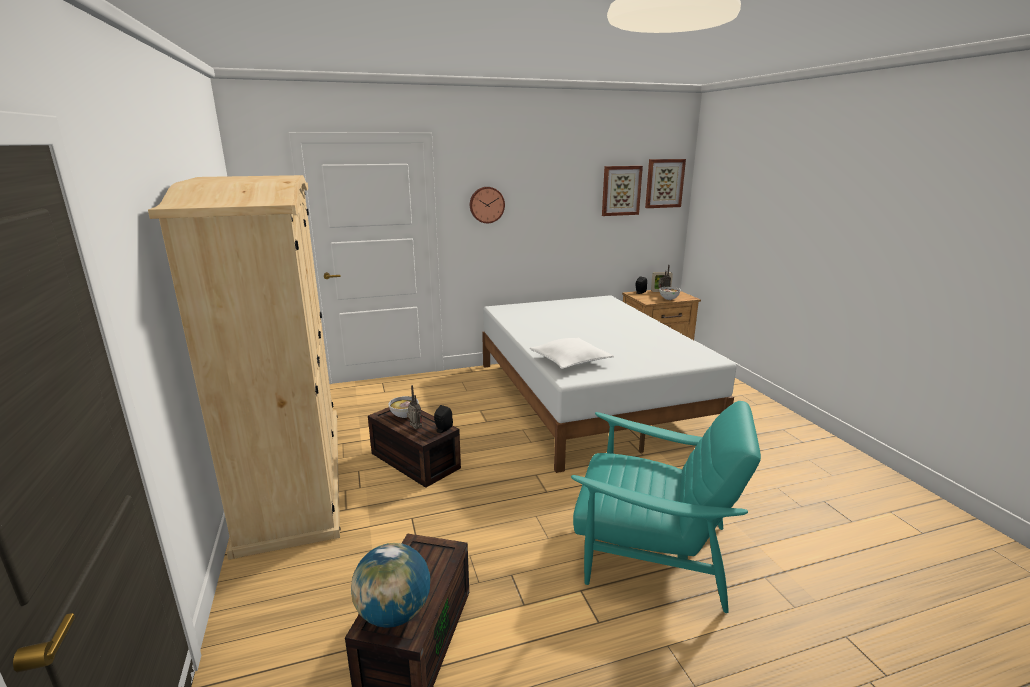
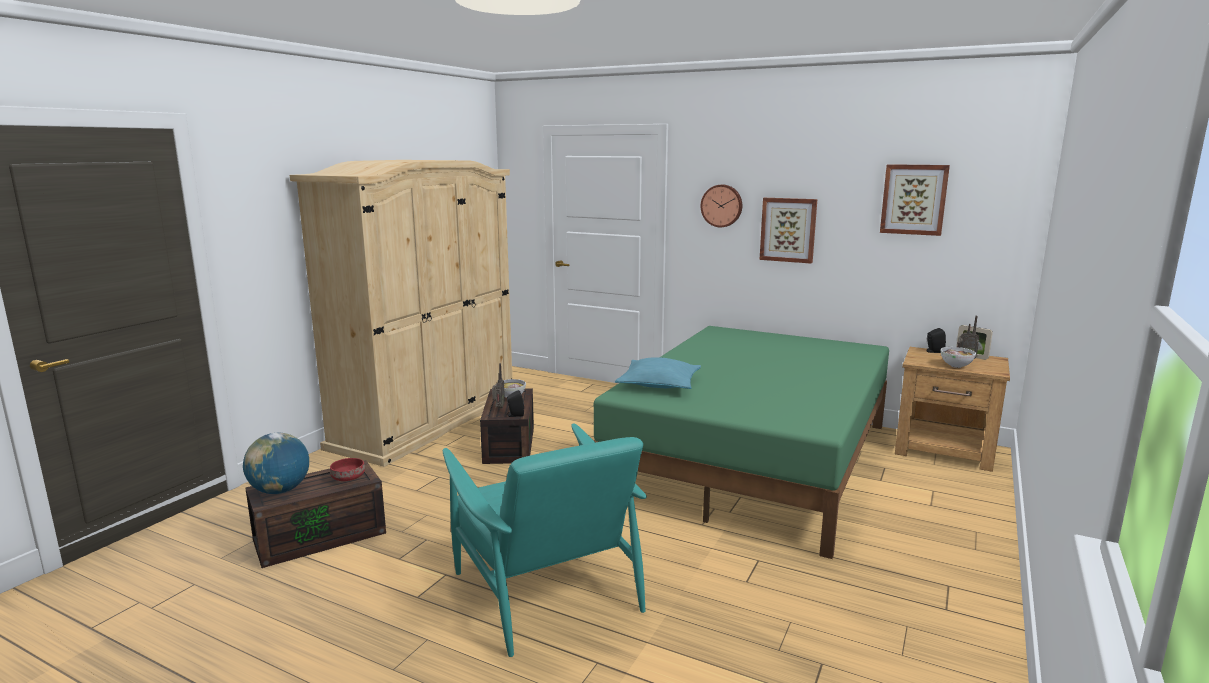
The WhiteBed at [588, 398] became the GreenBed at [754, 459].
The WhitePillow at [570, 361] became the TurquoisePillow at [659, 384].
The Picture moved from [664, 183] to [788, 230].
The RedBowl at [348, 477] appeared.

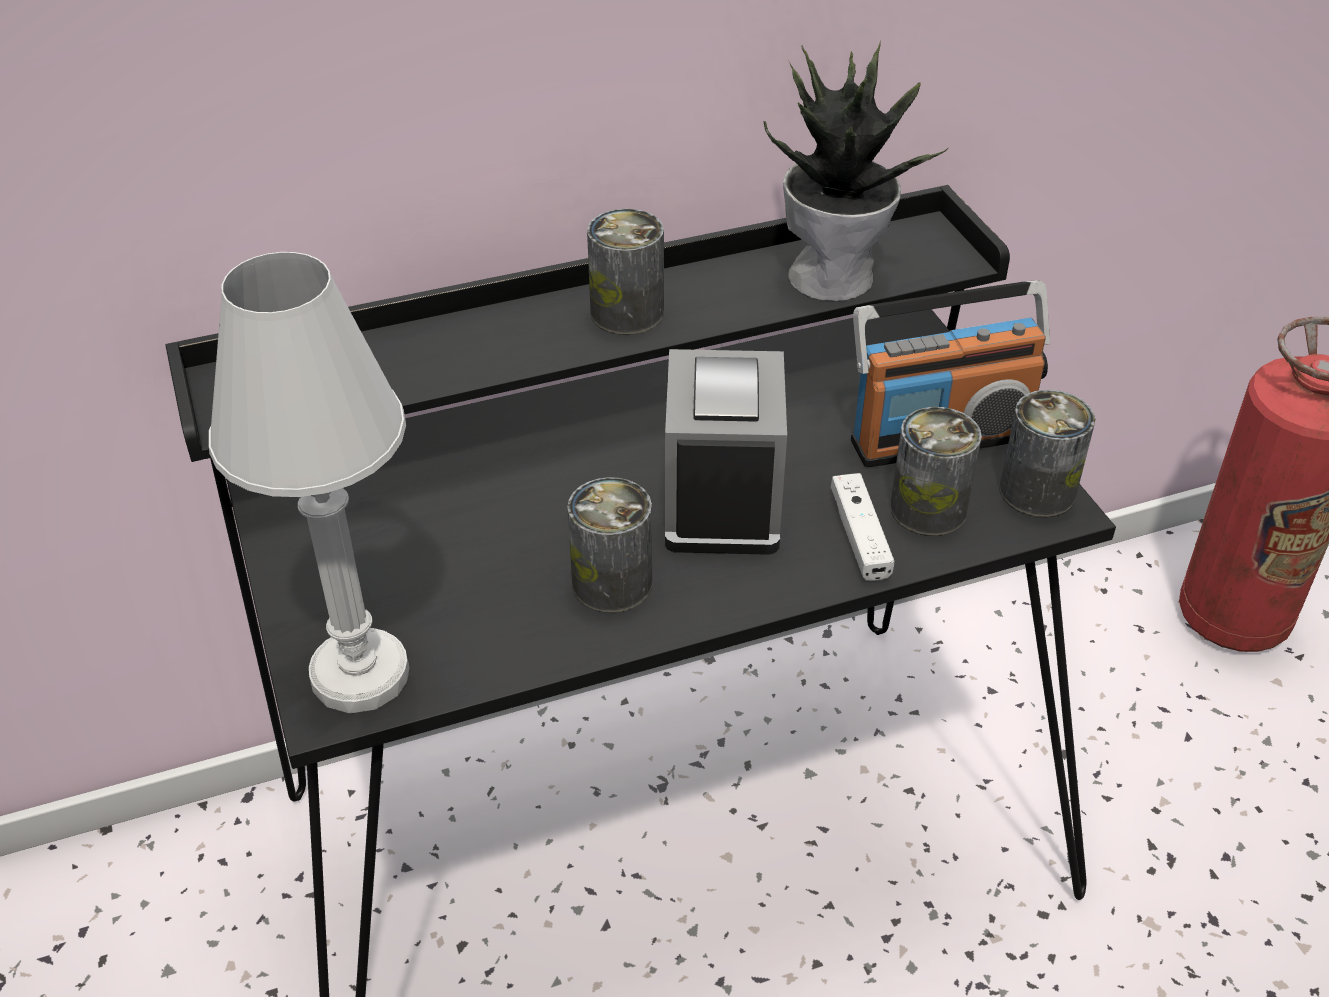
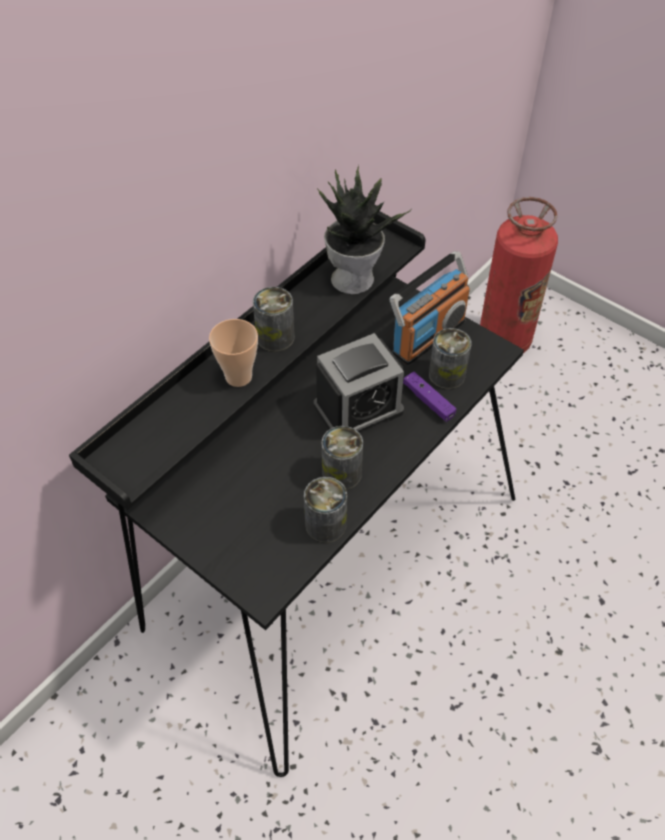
The WhiteTableLamp at [360, 675] disappeared.
The AlarmClock at [722, 498] turned 90 degrees counterclockwise.
The WhiteGameController at [860, 536] became the PurpleGameController at [428, 401].
The Can moved from [1037, 491] to [325, 524].
The Cup at [238, 376] appeared.

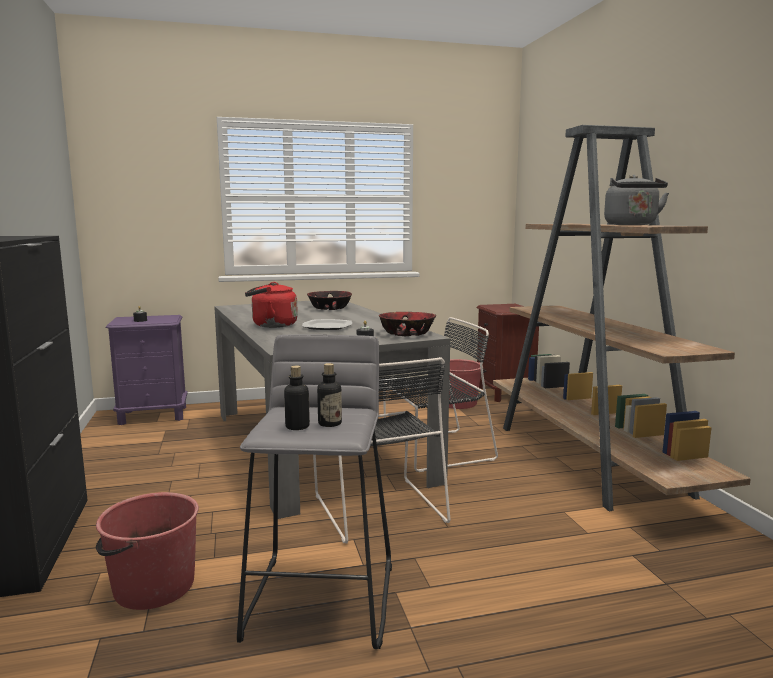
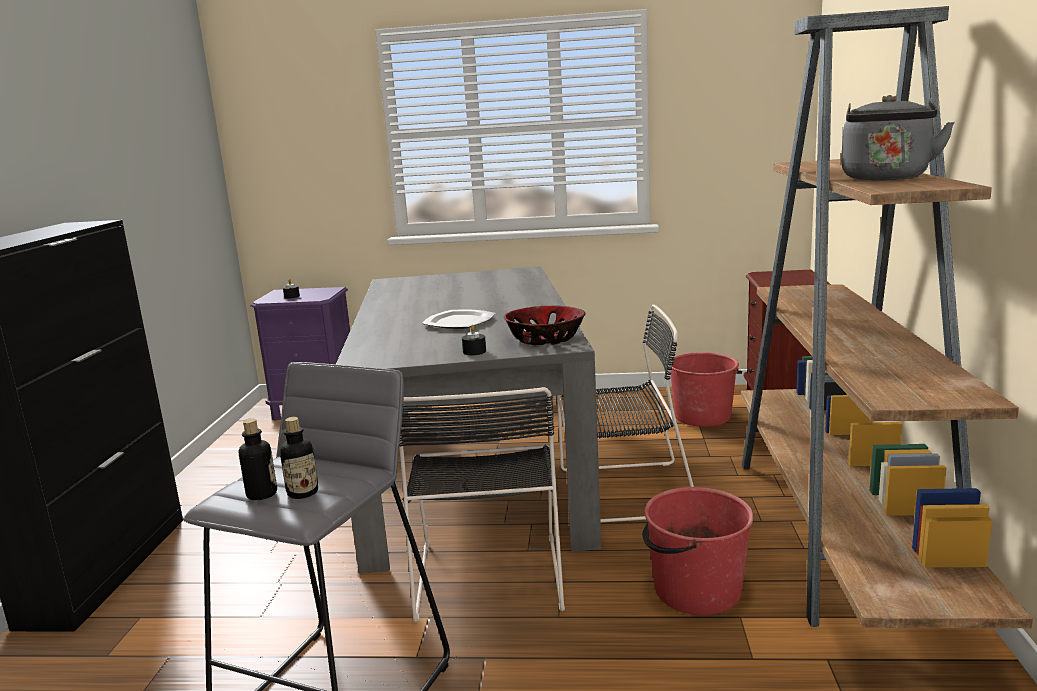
The RedBucket moved from [153, 587] to [695, 590].
The RedKettle at [271, 325] disappeared.
The Bowl at [330, 308] disappeared.

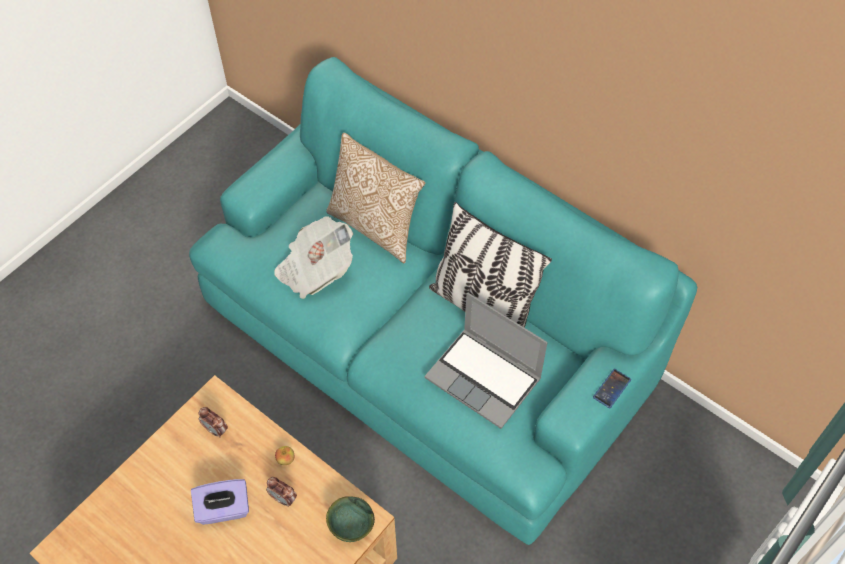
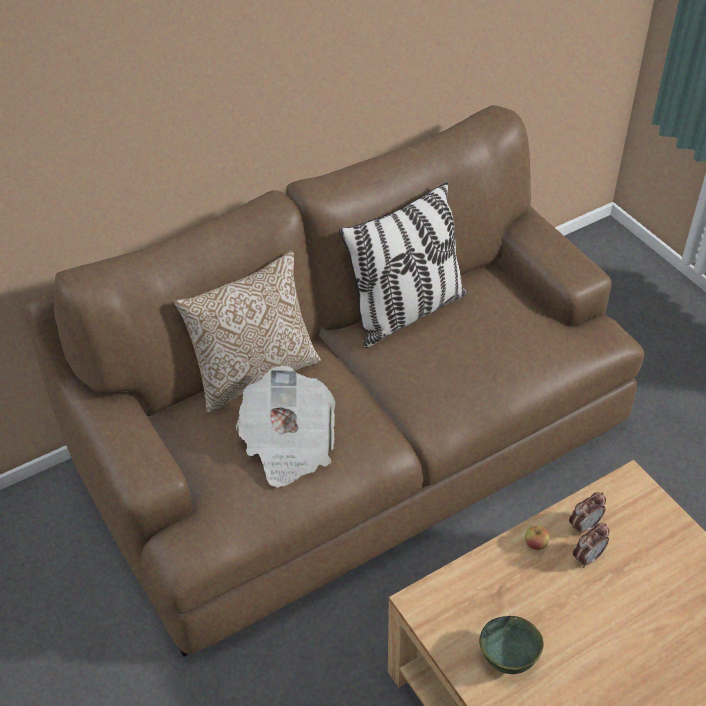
The TurquoiseSofa at [424, 344] became the BrownSofa at [354, 445].
The PurpleTissueBox at [223, 509] disappeared.
The AlarmClock moved from [216, 430] to [584, 526].
The GreenBowl moved from [350, 527] to [507, 659].
The Laptop at [485, 378] disappeared.
The Phone at [611, 388] disappeared.

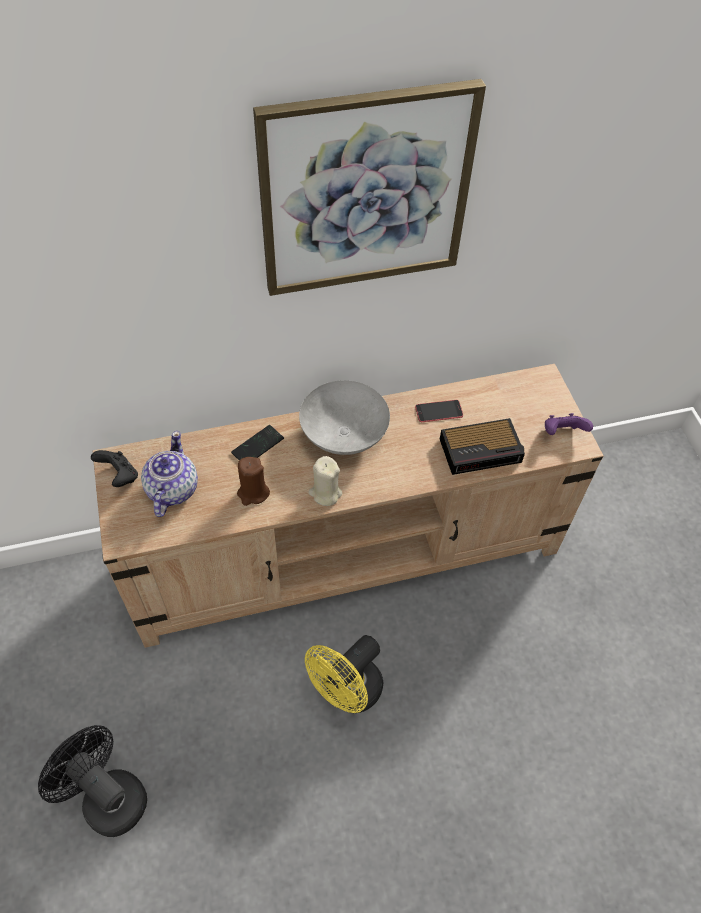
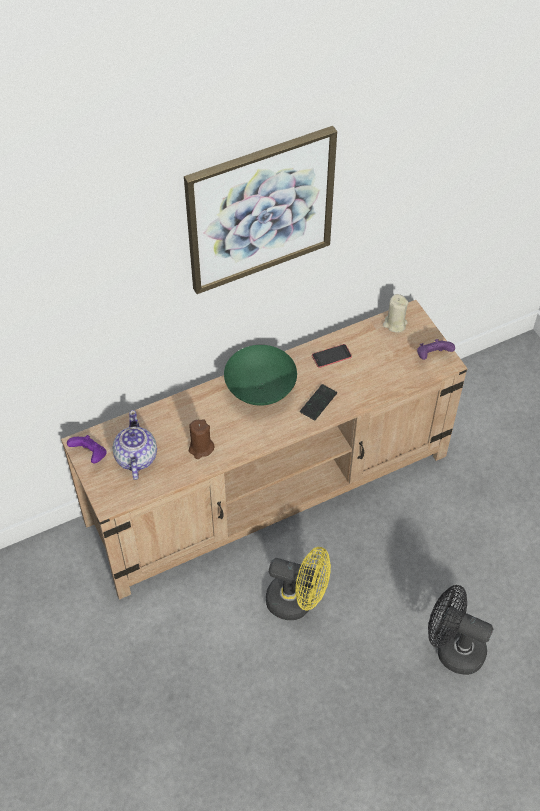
The BlackFan moved from [107, 796] to [452, 648].
The BlackGameController at [119, 476] became the PurpleGameController at [90, 455].
The Phone moved from [257, 446] to [318, 403].
The GreyBowl at [342, 435] became the GreenBowl at [259, 389].
The YellowFan at [347, 693] turned 105 degrees counterclockwise.
The BeigeCandle moved from [325, 493] to [395, 324].
The AlarmClock at [482, 450] disappeared.

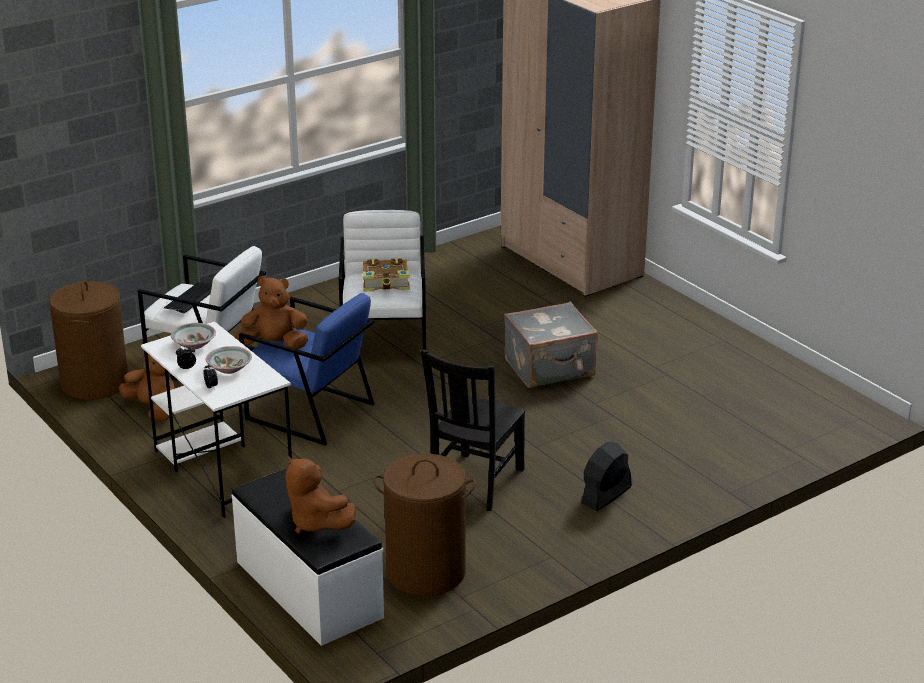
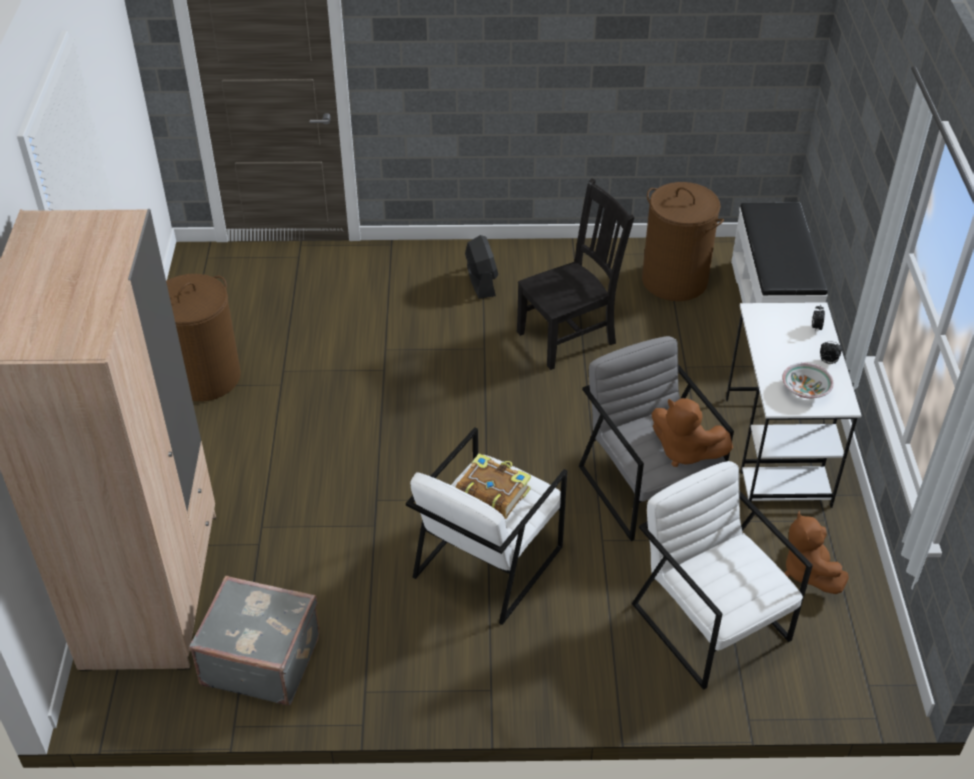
The BrownLaundryBasket moved from [95, 383] to [205, 377].
The Keyboard at [192, 298] disappeared.
The Bowl at [230, 368] disappeared.
The BlueArmchair at [310, 412] became the GreyArmchair at [648, 486].
The BrownPlushToy at [316, 523] disappeared.
The GreySuitcase moved from [550, 369] to [261, 659].
The BlackFan at [606, 495] turned 90 degrees counterclockwise.

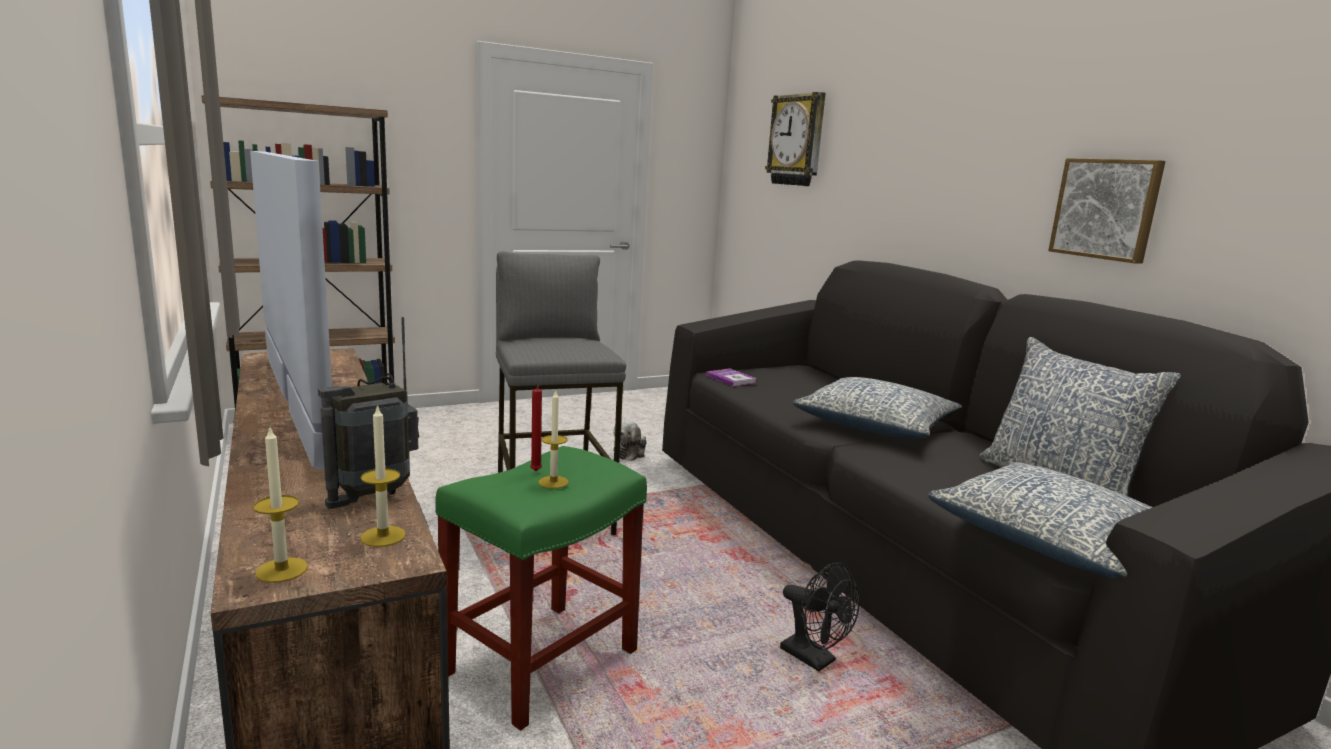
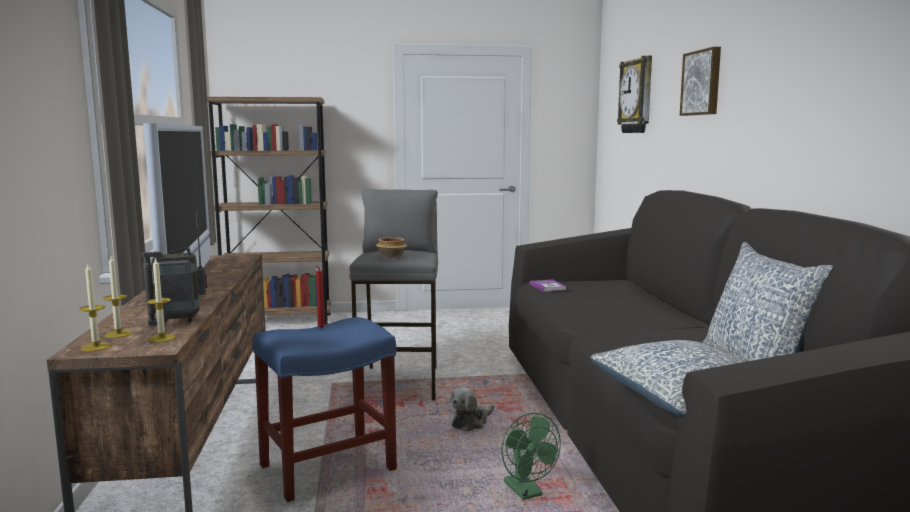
The GreenStool at [543, 659] became the BlueStool at [329, 467].
The Candle moved from [553, 482] to [118, 334].
The PlushToy moved from [630, 453] to [471, 422].
The BlackFan at [815, 659] became the GreenFan at [527, 492].
The Pillow at [876, 425] disappeared.
The Picture moved from [1106, 209] to [702, 83].
The Bowl at [391, 257] appeared.

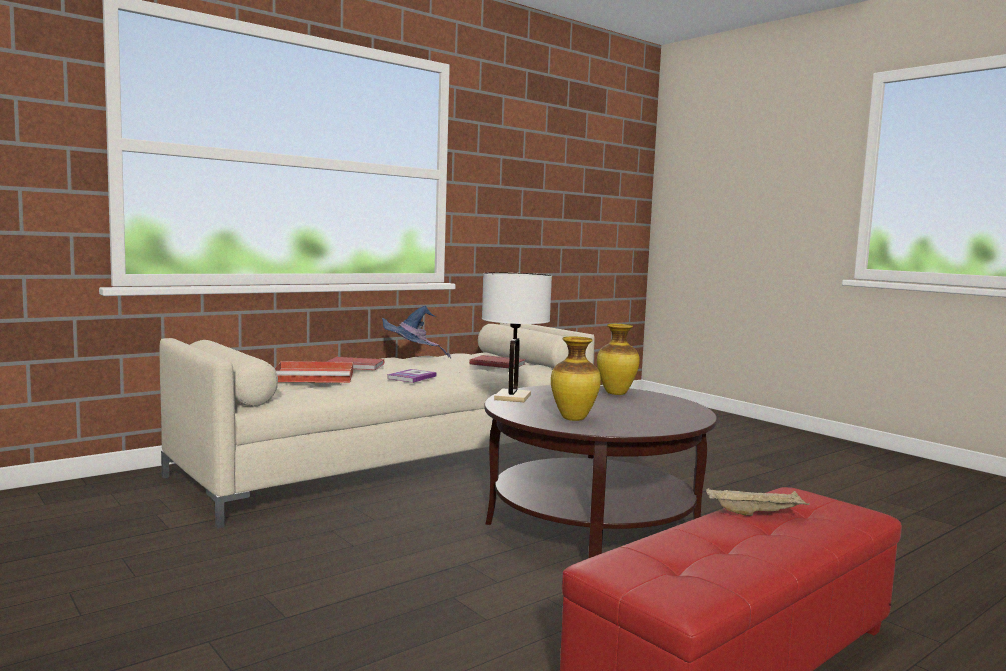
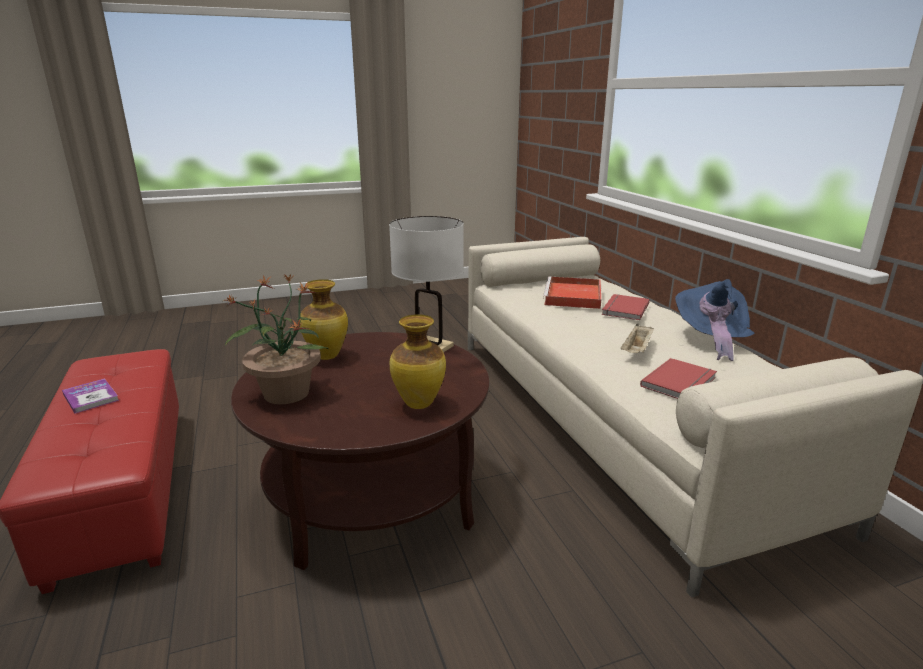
The Book moved from [411, 377] to [90, 397].
The BeigeTray moved from [756, 513] to [637, 350].
The PottedPlant at [286, 393] appeared.

